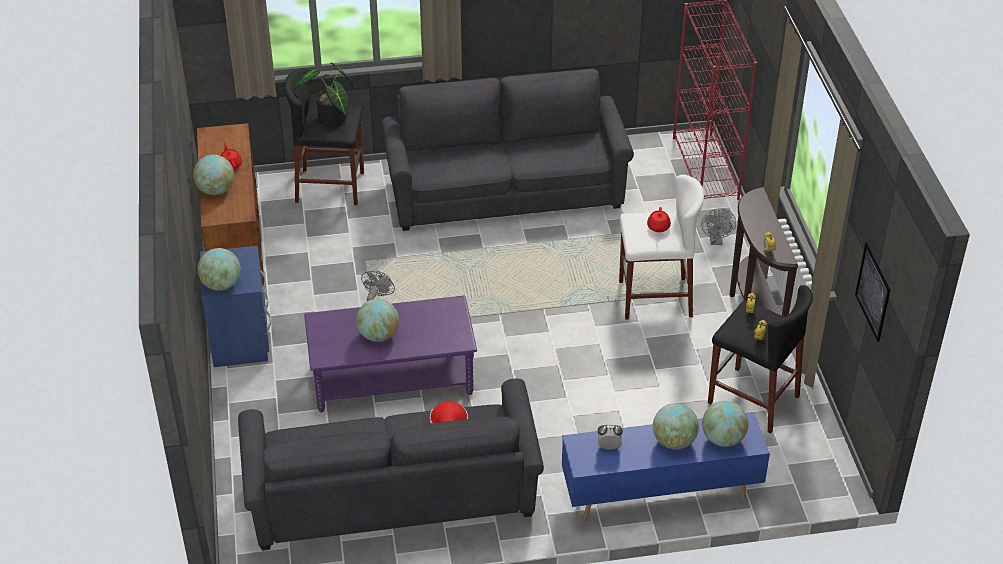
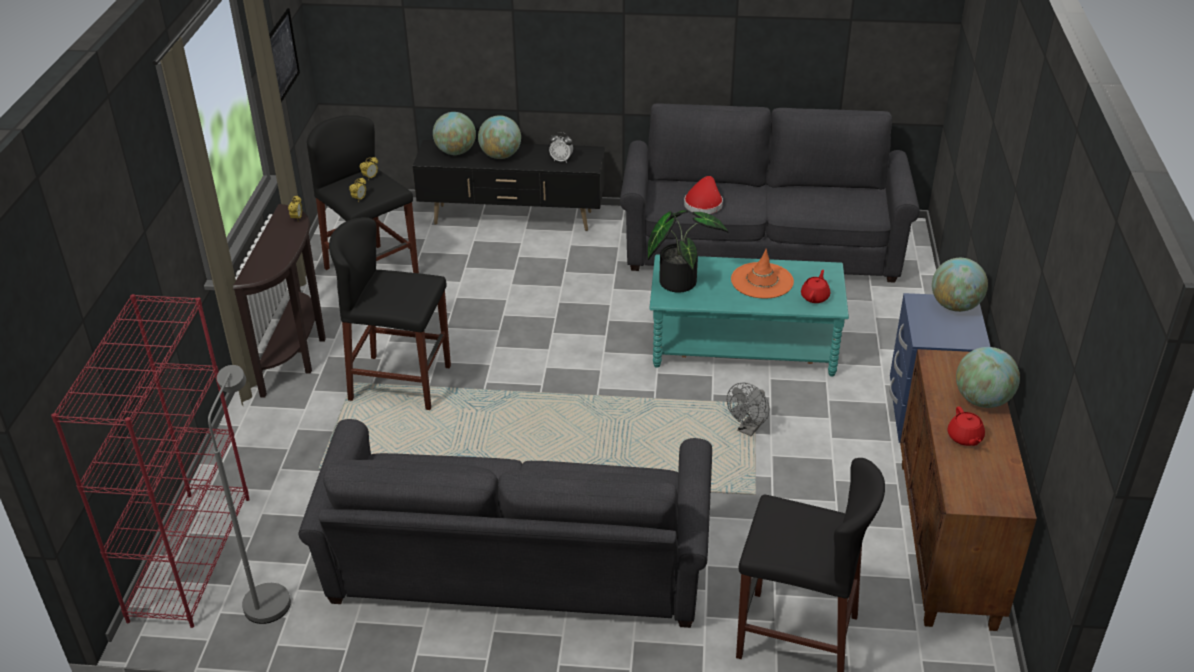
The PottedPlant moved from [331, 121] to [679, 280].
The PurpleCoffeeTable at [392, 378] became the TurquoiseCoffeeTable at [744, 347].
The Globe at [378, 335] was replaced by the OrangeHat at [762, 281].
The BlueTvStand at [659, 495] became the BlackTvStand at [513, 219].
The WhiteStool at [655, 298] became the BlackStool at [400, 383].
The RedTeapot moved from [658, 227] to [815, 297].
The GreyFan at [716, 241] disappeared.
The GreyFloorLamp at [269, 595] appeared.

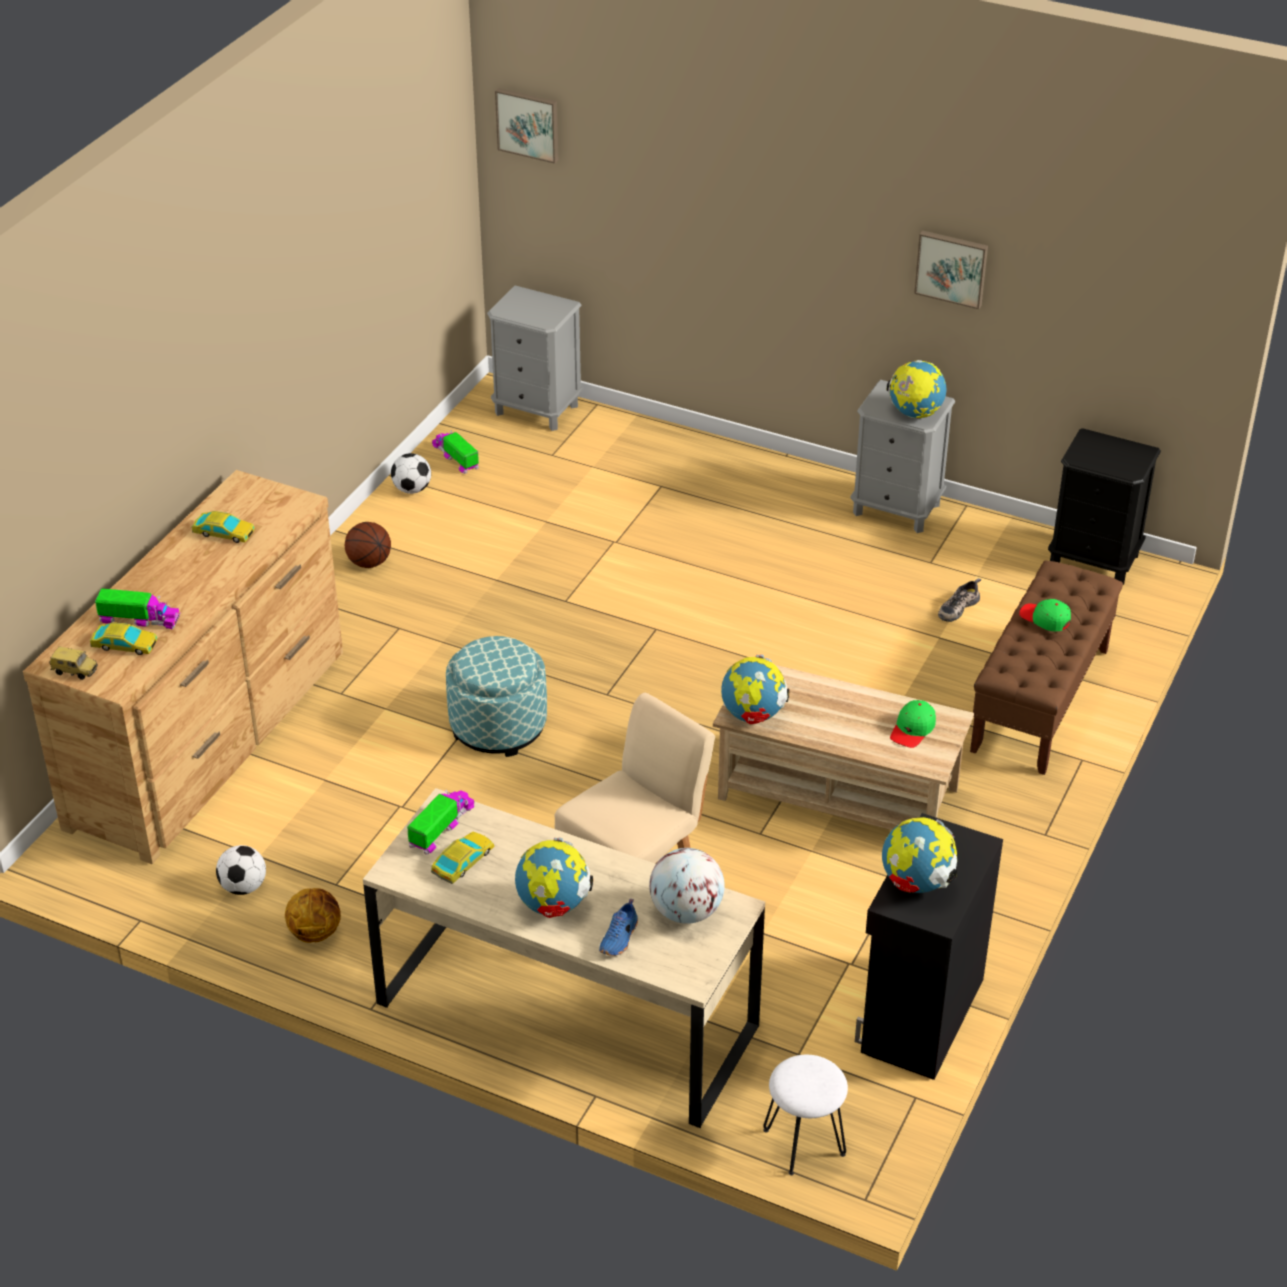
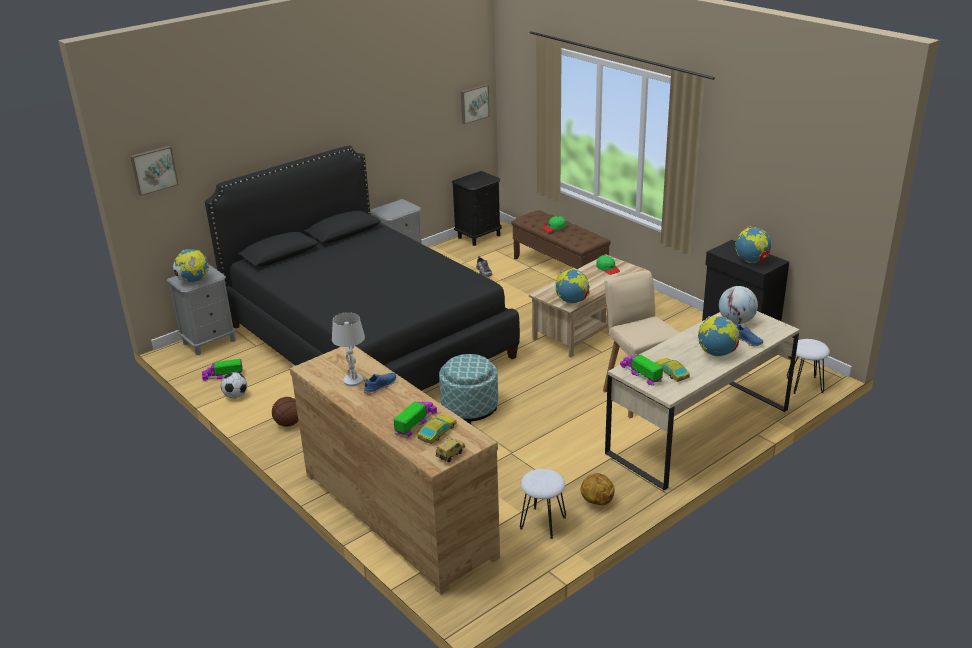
The ToyCar at [224, 532] was replaced by the WhiteTableLamp at [353, 381].
The Football at [243, 887] was replaced by the WhiteStool at [543, 523].
The Globe moved from [915, 413] to [194, 281].
The Picture moved from [952, 268] to [474, 103].
The BlackBed at [368, 340] appeared.
The BlueShoe at [379, 386] appeared.

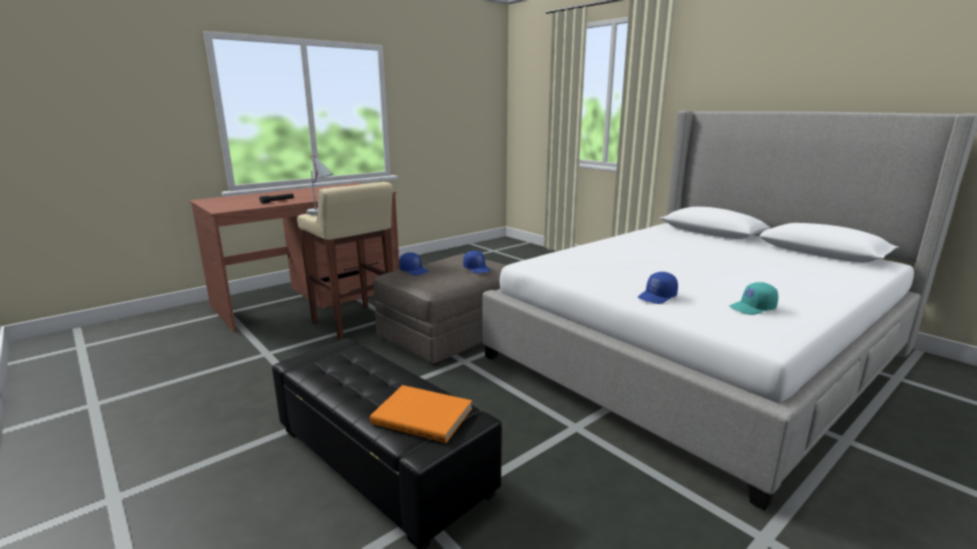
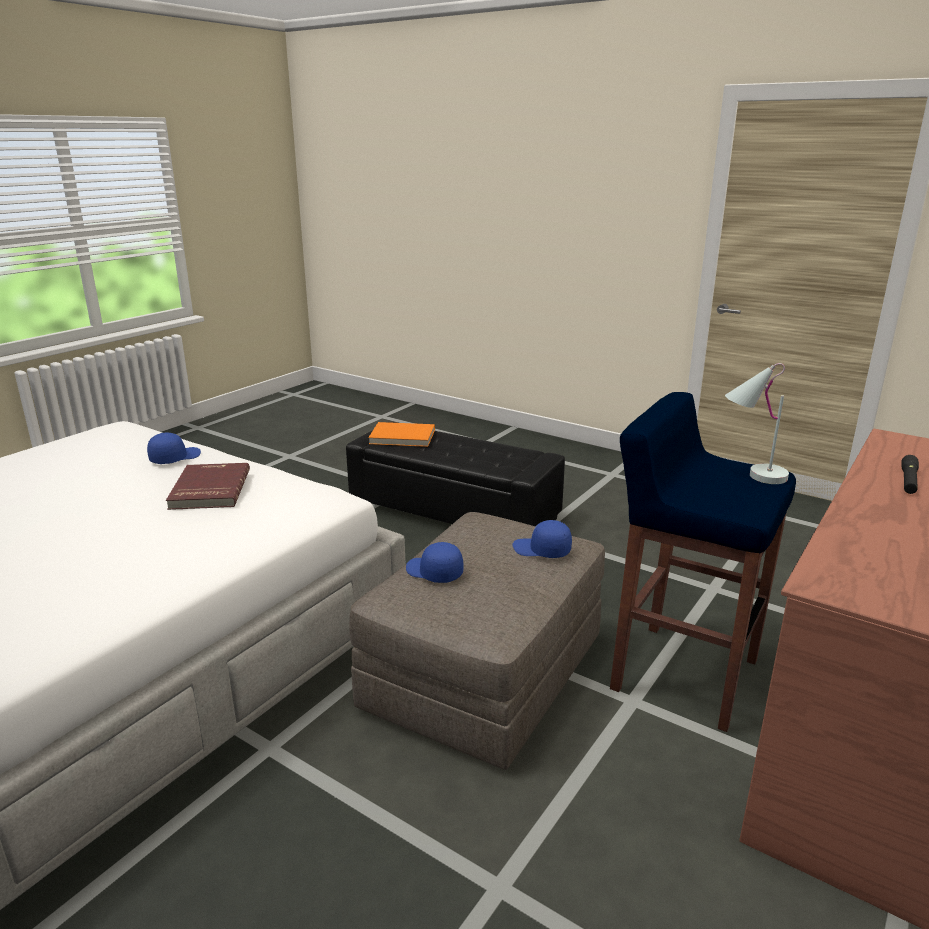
The BeigeStool at [354, 322] became the BlueStool at [682, 674].
The TurquoiseCap at [753, 308] disappeared.
The RedBook at [208, 489] appeared.

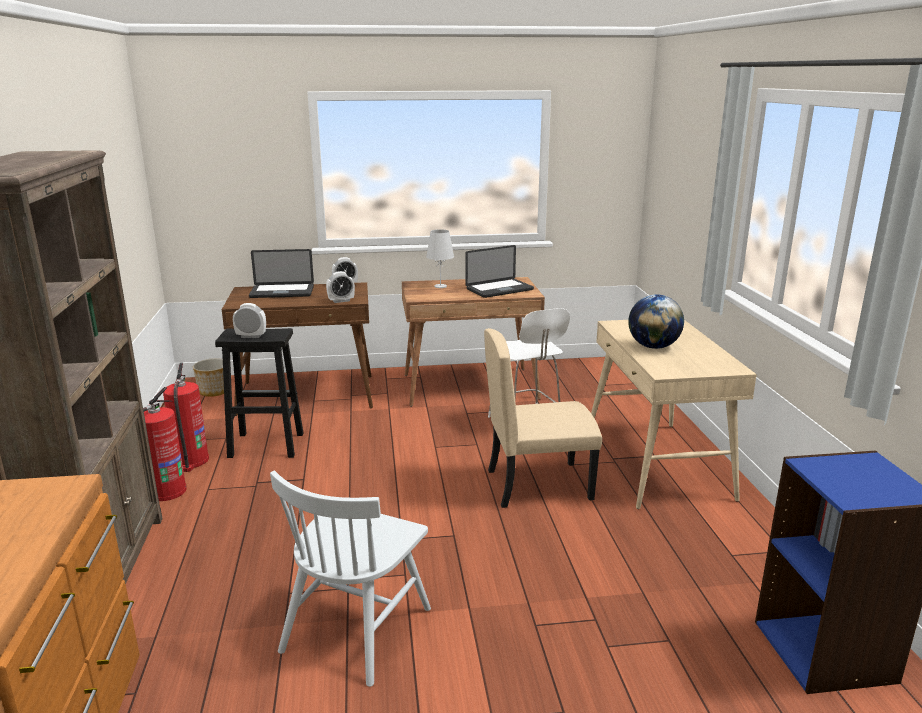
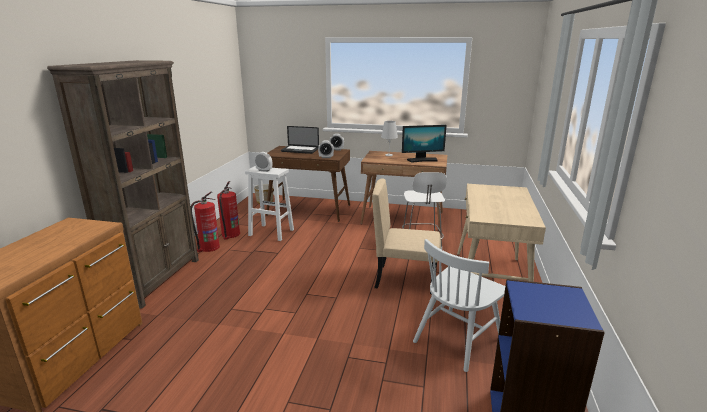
The BlackStool at [265, 445] became the WhiteStool at [270, 232].
The WhiteChair moved from [356, 628] to [457, 339].
The Laptop at [499, 289] was replaced by the Monitor at [422, 160].
The Globe at [653, 347] disappeared.

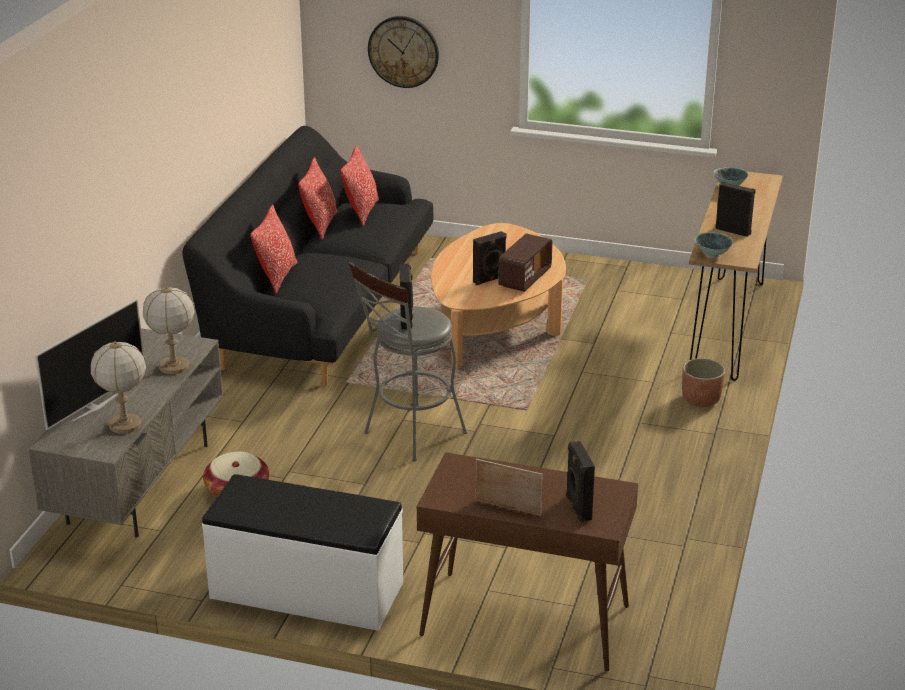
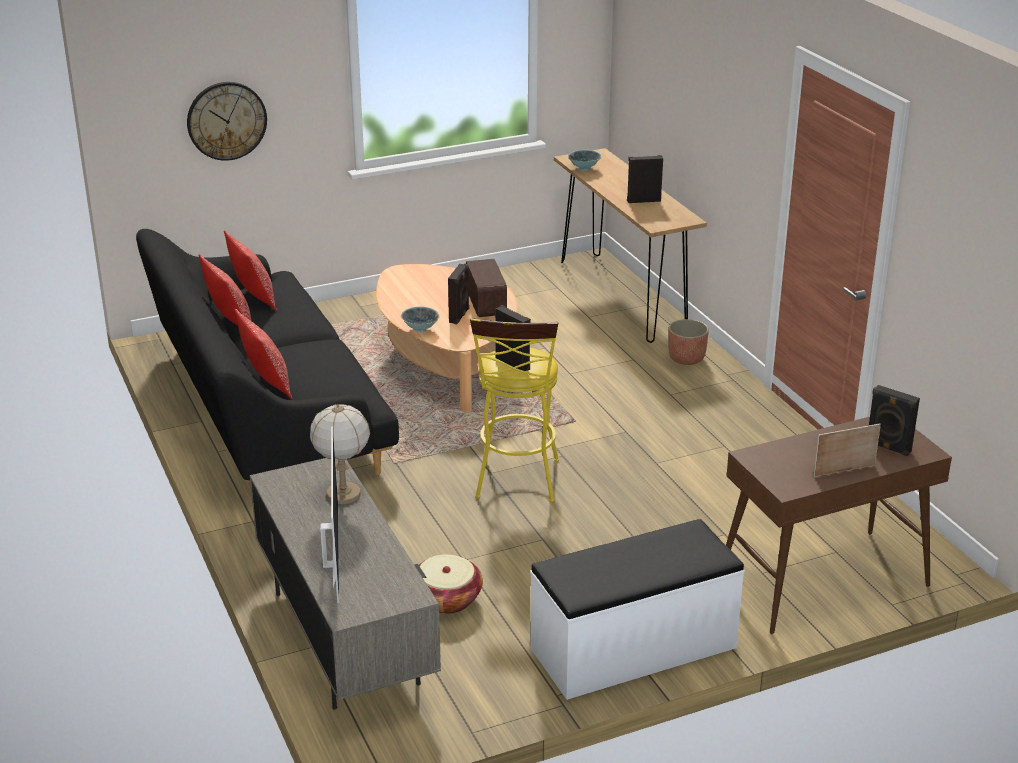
The TableLamp at [124, 425] disappeared.
The GreyStool at [409, 436] became the YellowStool at [517, 483].
The Bowl moved from [712, 255] to [420, 329].

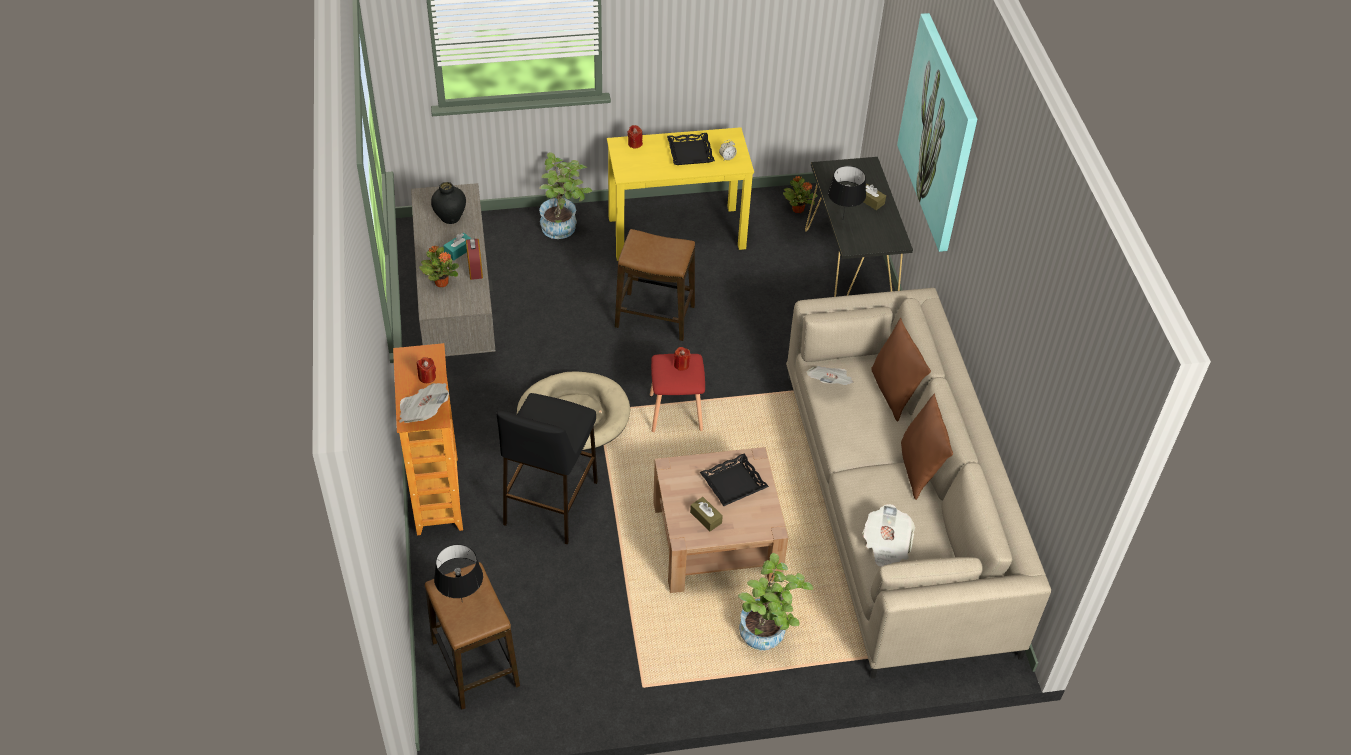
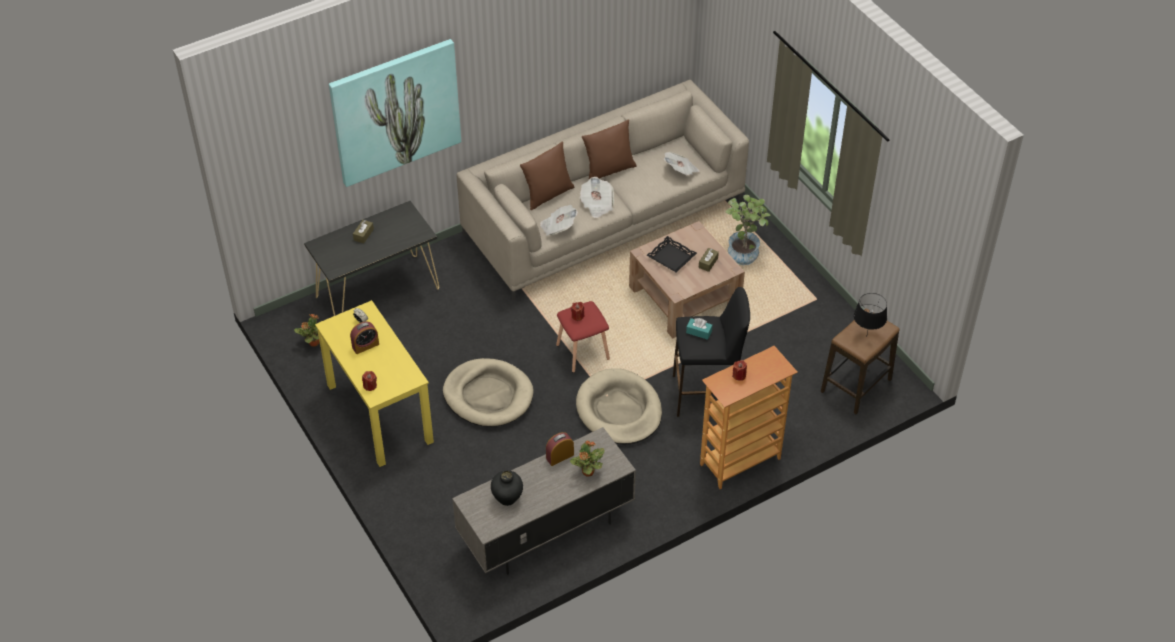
The Newspaper moved from [423, 412] to [597, 205].
The TurquoiseTissueBox moved from [459, 250] to [699, 332].
The PottedPlant at [564, 228] disappeared.
The Stool at [655, 316] was replaced by the BeigeDogBed at [488, 395].
The BlackTray at [690, 153] was replaced by the AlarmClock at [365, 346].
The BlackTableLamp at [843, 219] disappeared.

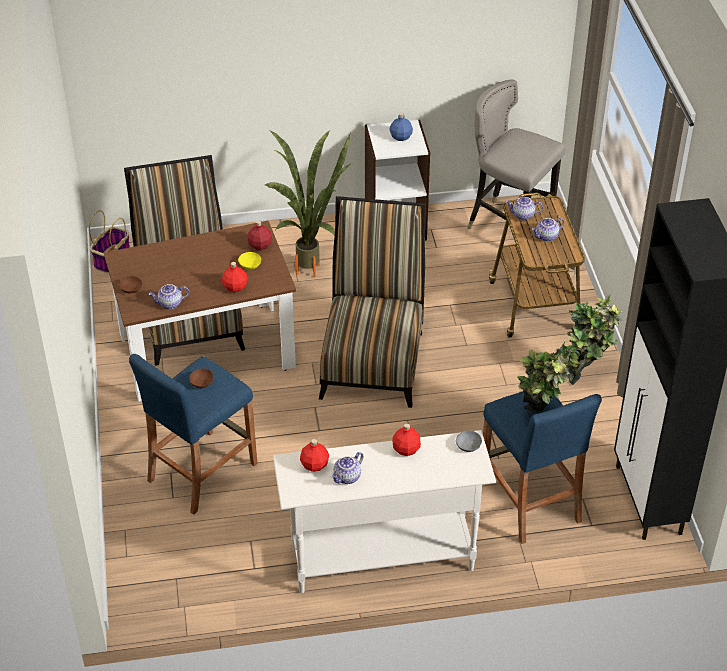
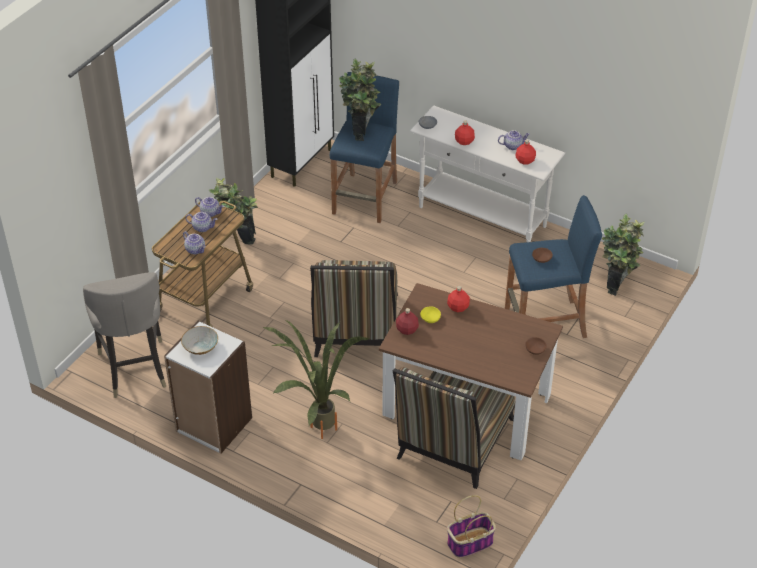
The Teapot moved from [170, 304] to [210, 212].
The Chair at [373, 358] turned 45 degrees counterclockwise.
The BlueBottle at [400, 137] was replaced by the Bowl at [200, 347].
The PottedPlant at [617, 284] appeared.

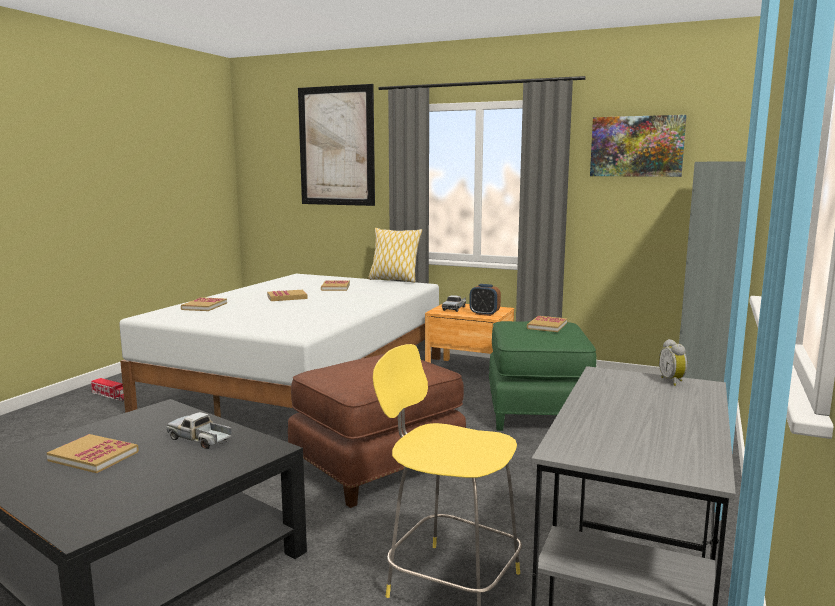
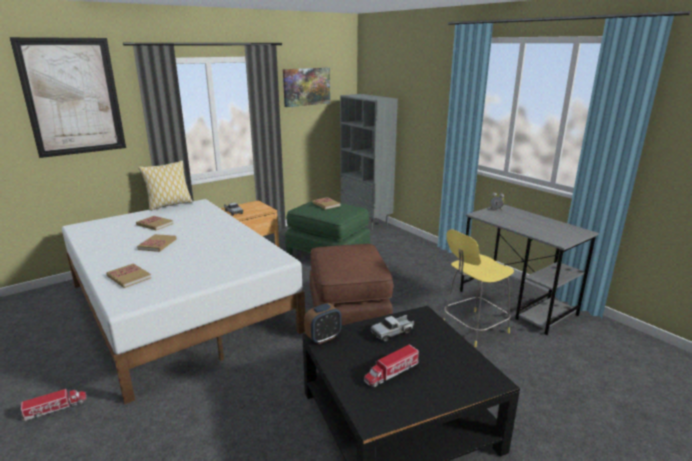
The Book at [93, 456] was replaced by the ToyTruck at [391, 372].
The AlarmClock moved from [484, 314] to [323, 338].

